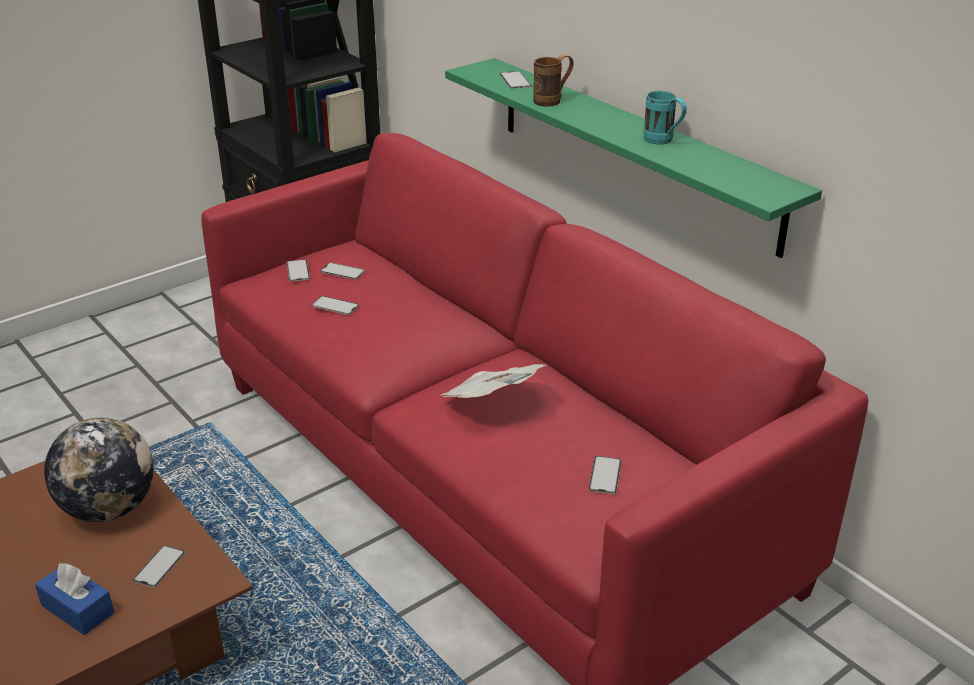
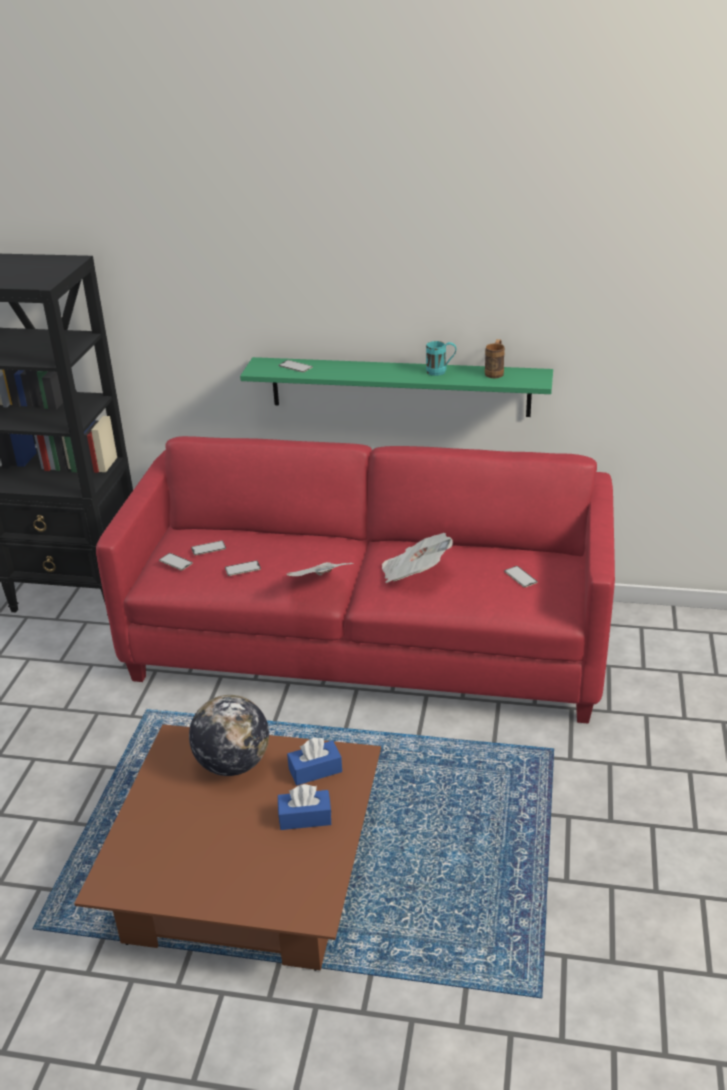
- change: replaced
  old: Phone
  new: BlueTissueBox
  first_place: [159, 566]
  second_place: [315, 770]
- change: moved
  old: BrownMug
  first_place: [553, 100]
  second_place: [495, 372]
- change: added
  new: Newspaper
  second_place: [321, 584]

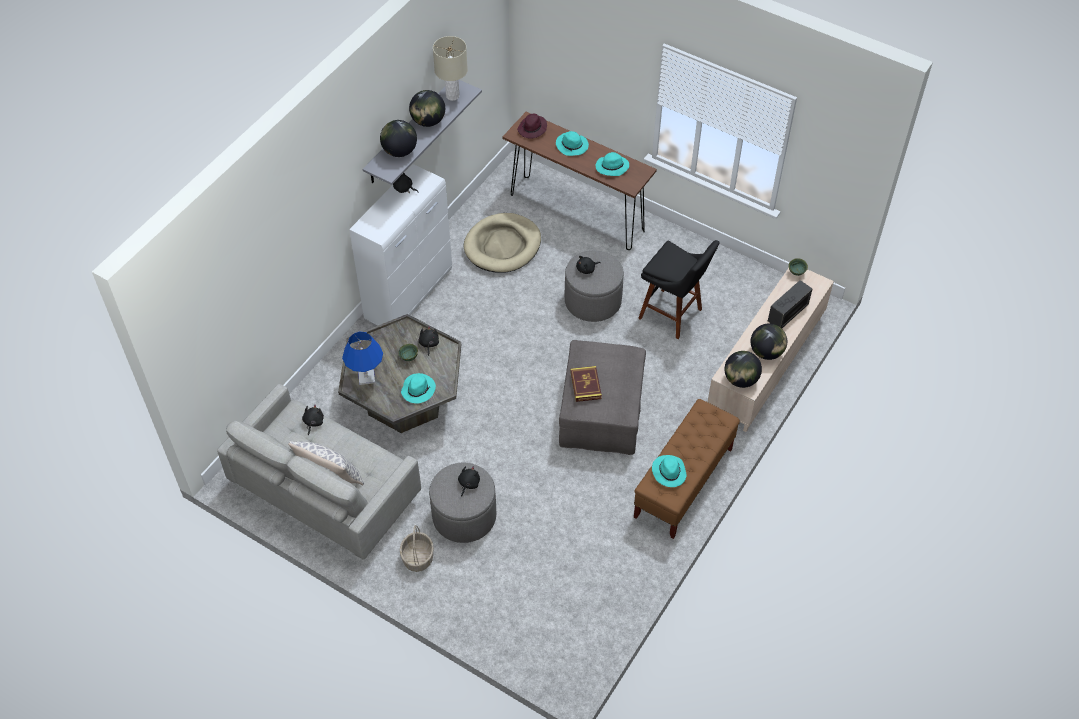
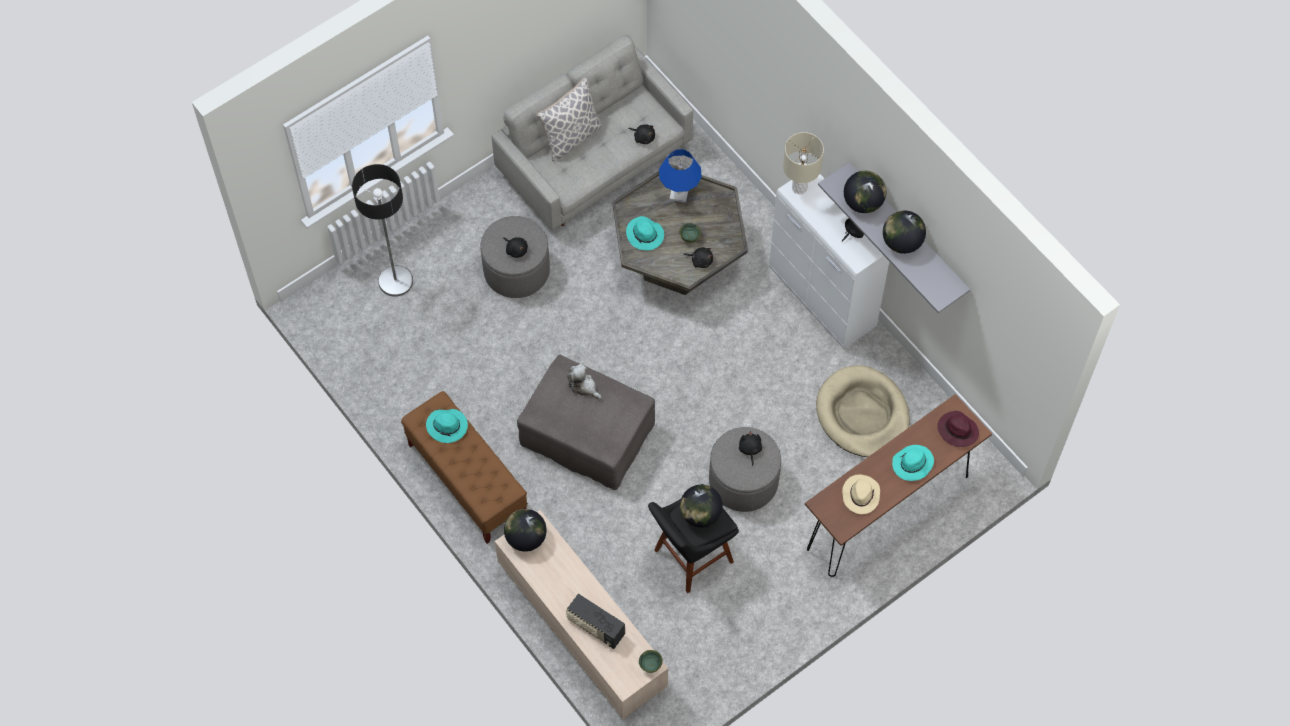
- change: removed
  old: Basket
  first_place: [418, 558]
- change: moved
  old: BeigeTableLamp
  first_place: [452, 96]
  second_place: [799, 187]
- change: replaced
  old: Book
  new: PlushToy
  first_place: [585, 385]
  second_place: [583, 386]
- change: recoloured
  old: TurquoiseHat
  new: BeigeHat
  first_place: [611, 167]
  second_place: [860, 494]
- change: moved
  old: Globe
  first_place: [766, 352]
  second_place: [700, 514]
- change: turned
  old: Radio
  first_place: [787, 313]
  second_place: [595, 627]
  degrees: 150
- change: added
  new: FloorLamp
  second_place: [395, 281]

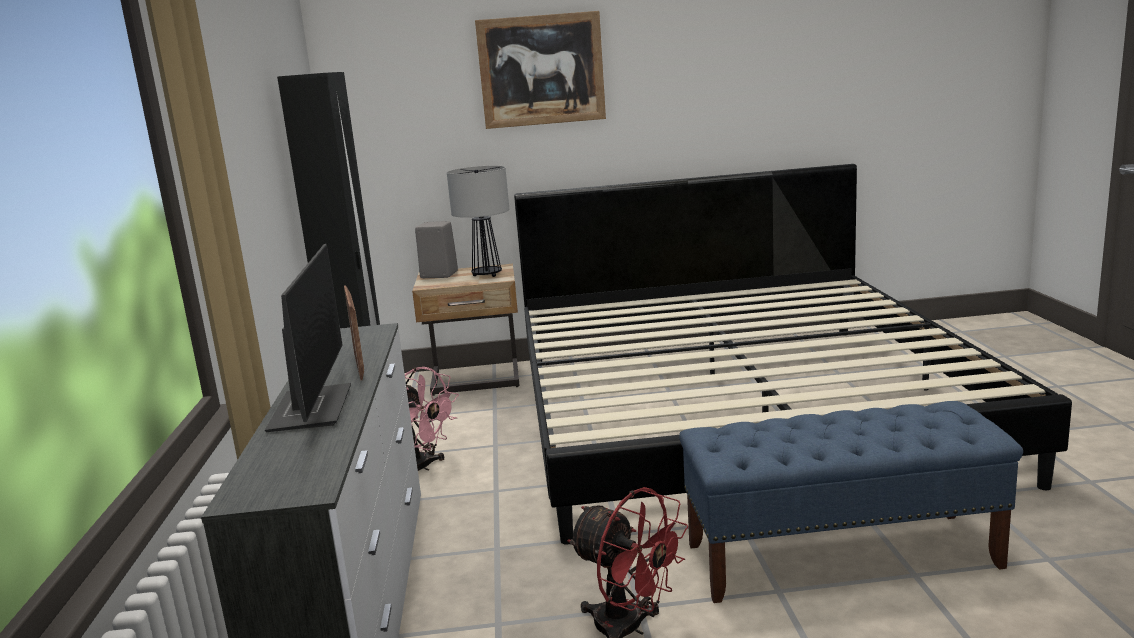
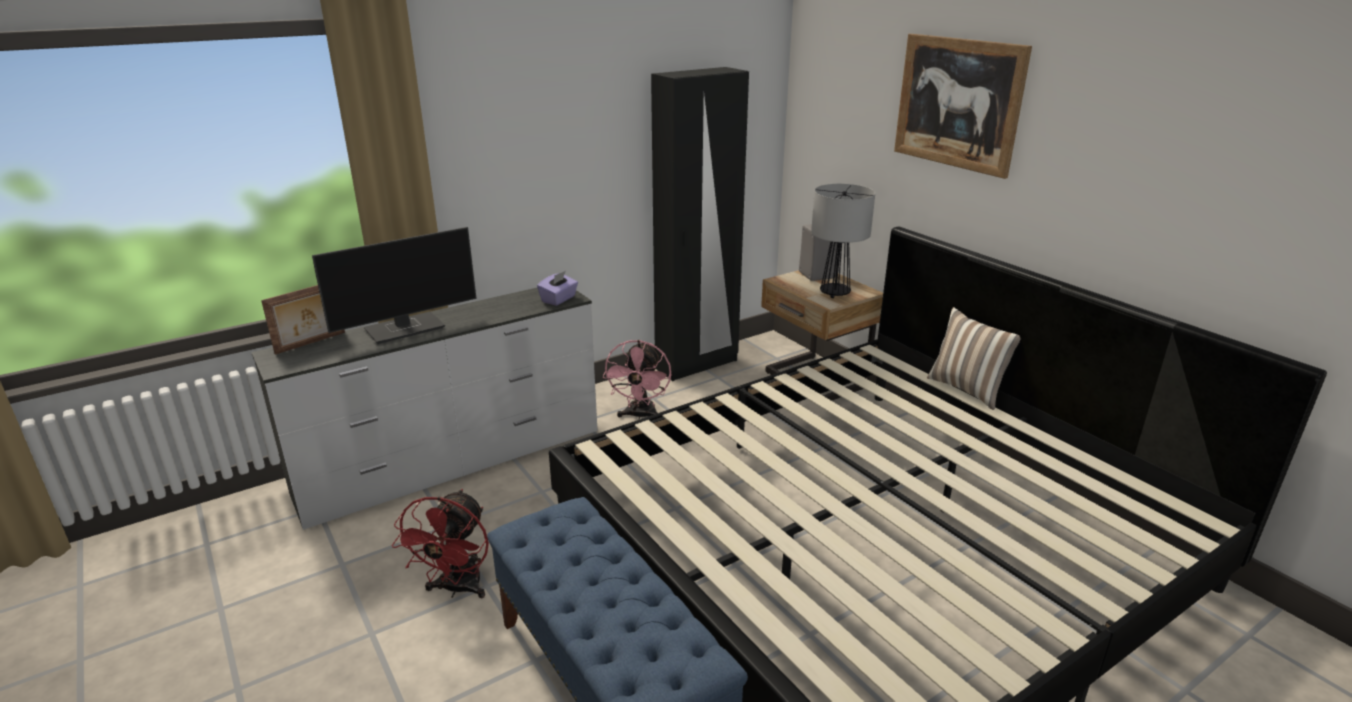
- change: moved
  old: PictureFrame
  first_place: [359, 365]
  second_place: [311, 343]
- change: added
  new: PurpleTissueBox
  second_place: [559, 299]
- change: added
  new: Pillow
  second_place: [968, 389]

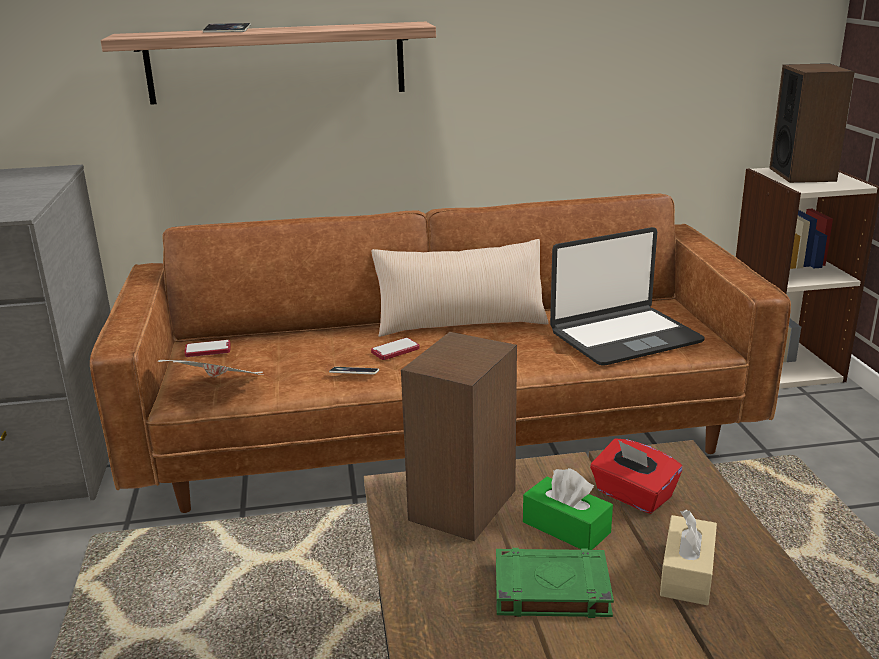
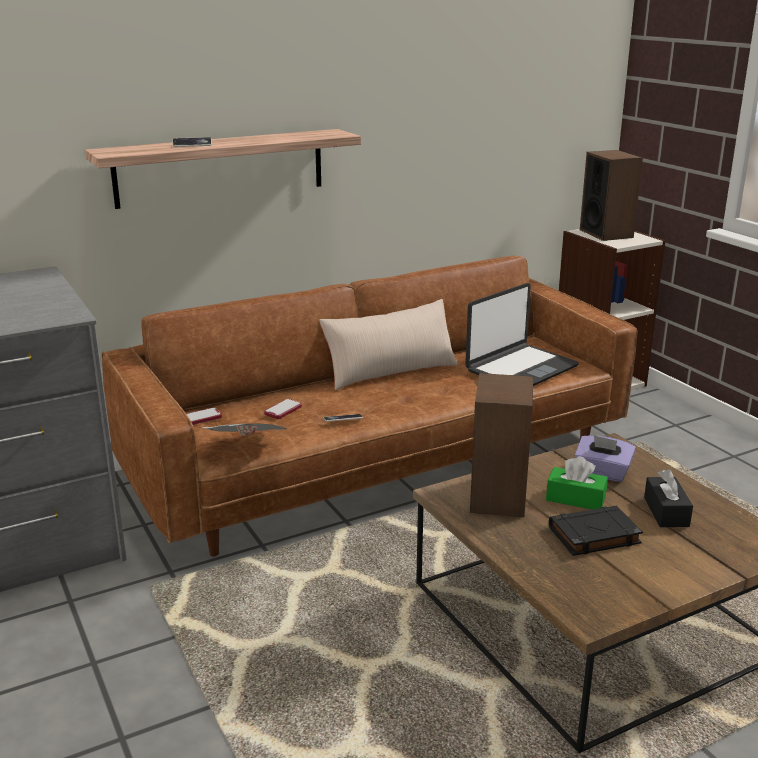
- change: moved
  old: Phone
  first_place: [395, 350]
  second_place: [283, 410]
- change: recoloured
  old: GreenBook
  new: BlackBook
  first_place: [550, 589]
  second_place: [593, 536]
- change: recoloured
  old: RedTissueBox
  new: PurpleTissueBox
  first_place: [633, 495]
  second_place: [602, 473]
- change: recoloured
  old: BeigeTissueBox
  new: BlackTissueBox
  first_place: [687, 573]
  second_place: [666, 512]

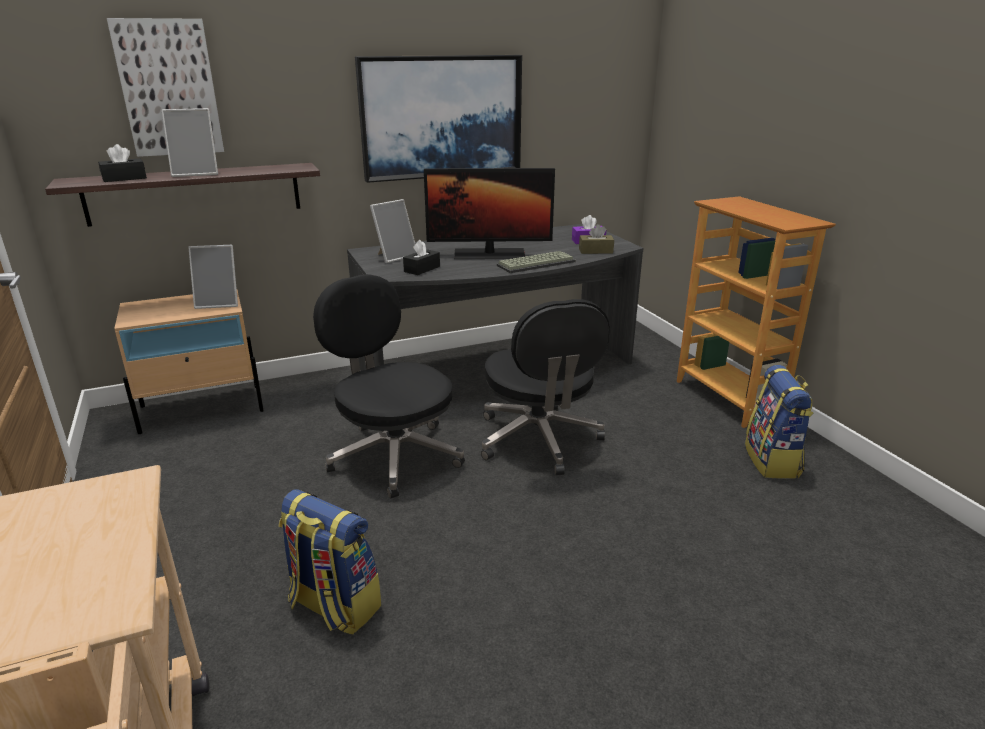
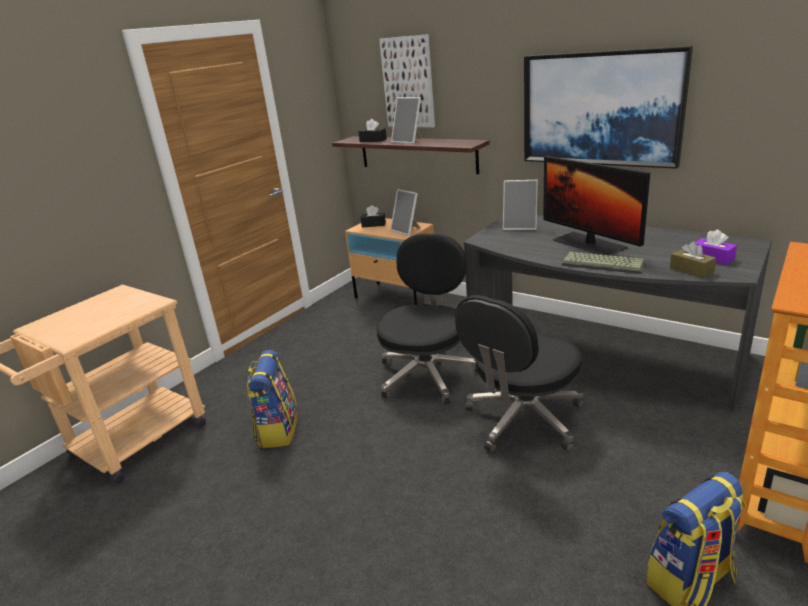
- change: moved
  old: BlackTissueBox
  first_place: [422, 269]
  second_place: [373, 224]

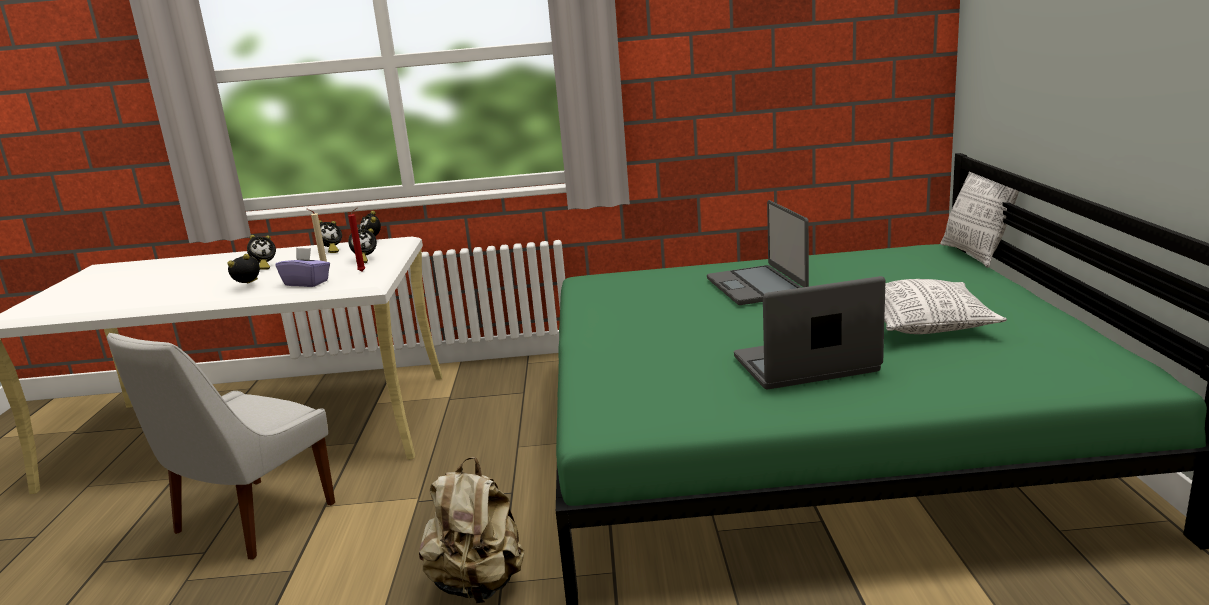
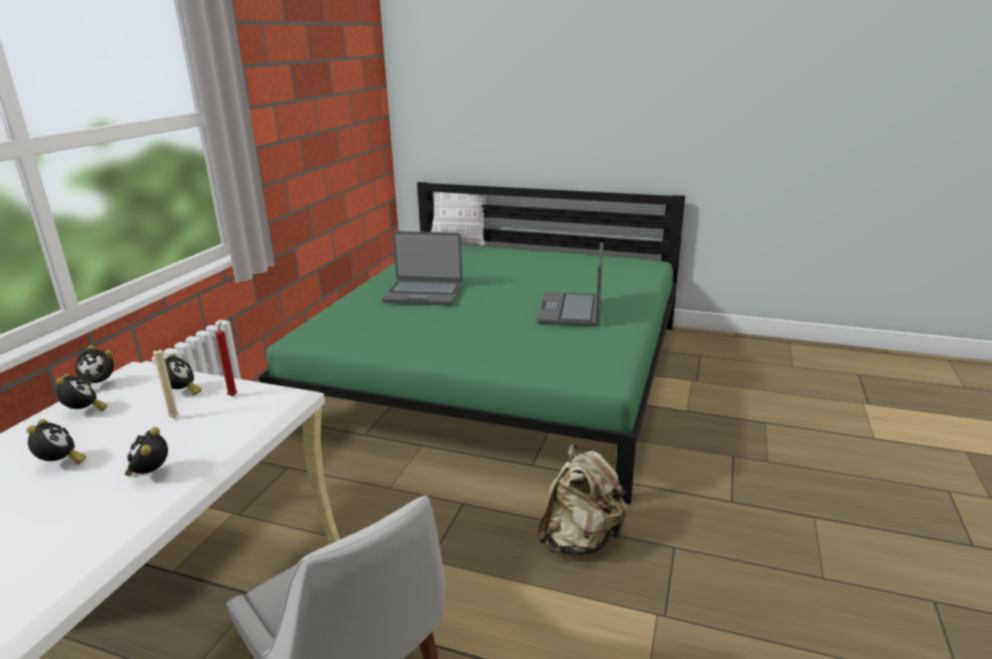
- change: removed
  old: PurpleTissueBox
  first_place: [307, 283]
- change: removed
  old: Pillow
  first_place: [926, 325]

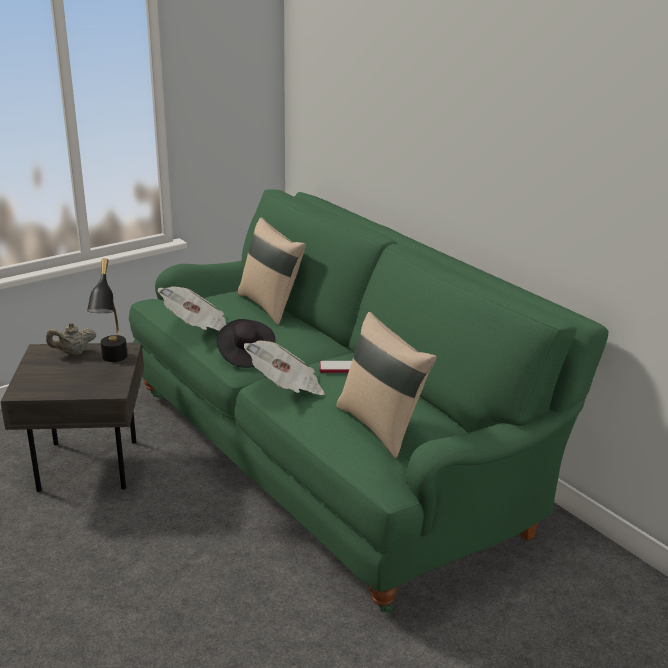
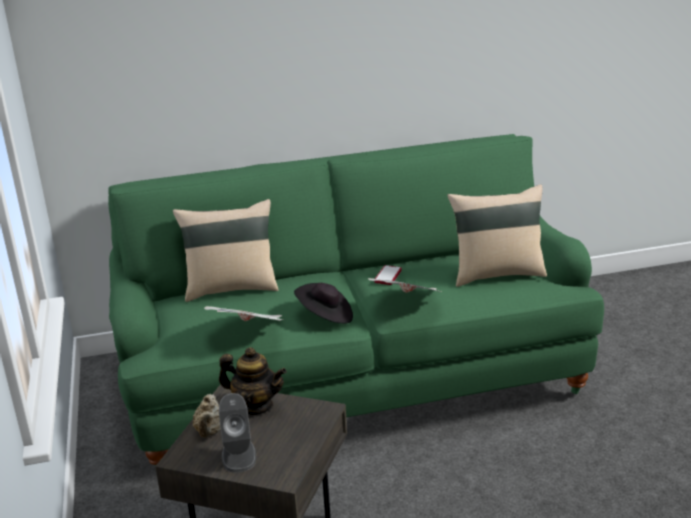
- change: replaced
  old: BlackTableLamp
  new: Teapot
  first_place: [112, 362]
  second_place: [256, 406]
- change: added
  new: GreySpeaker
  second_place: [239, 455]

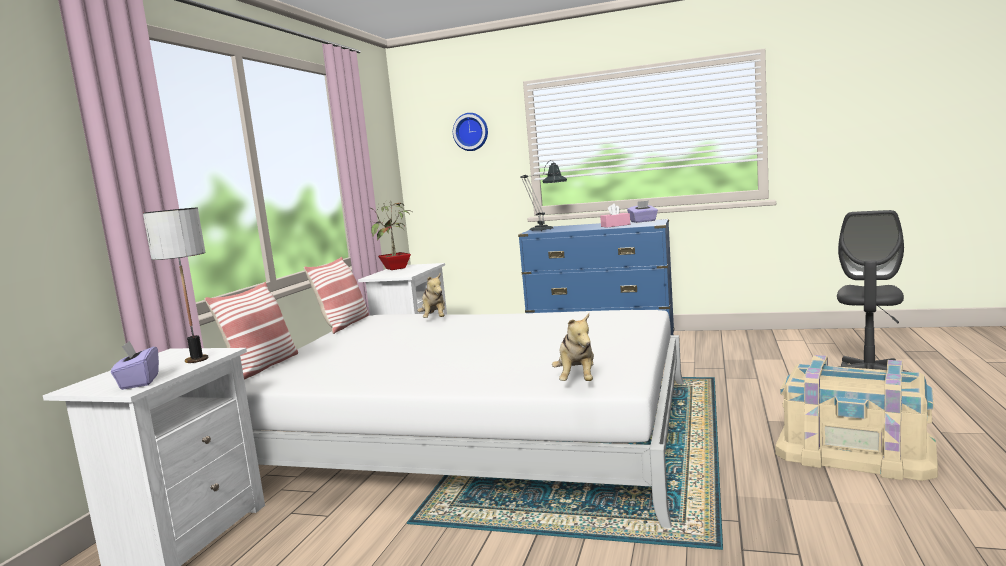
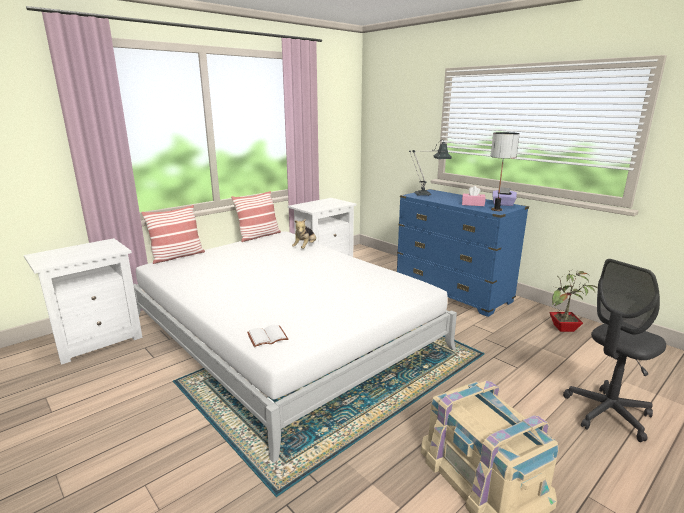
- change: removed
  old: PurpleTissueBox
  first_place: [139, 382]
- change: moved
  old: TableLamp
  first_place: [197, 360]
  second_place: [497, 210]
- change: moved
  old: PottedPlant
  first_place: [396, 268]
  second_place: [564, 329]
- change: removed
  old: WallClock
  first_place: [471, 132]
- change: replaced
  old: PlushToy
  new: WhiteBook
  first_place: [577, 380]
  second_place: [267, 336]

